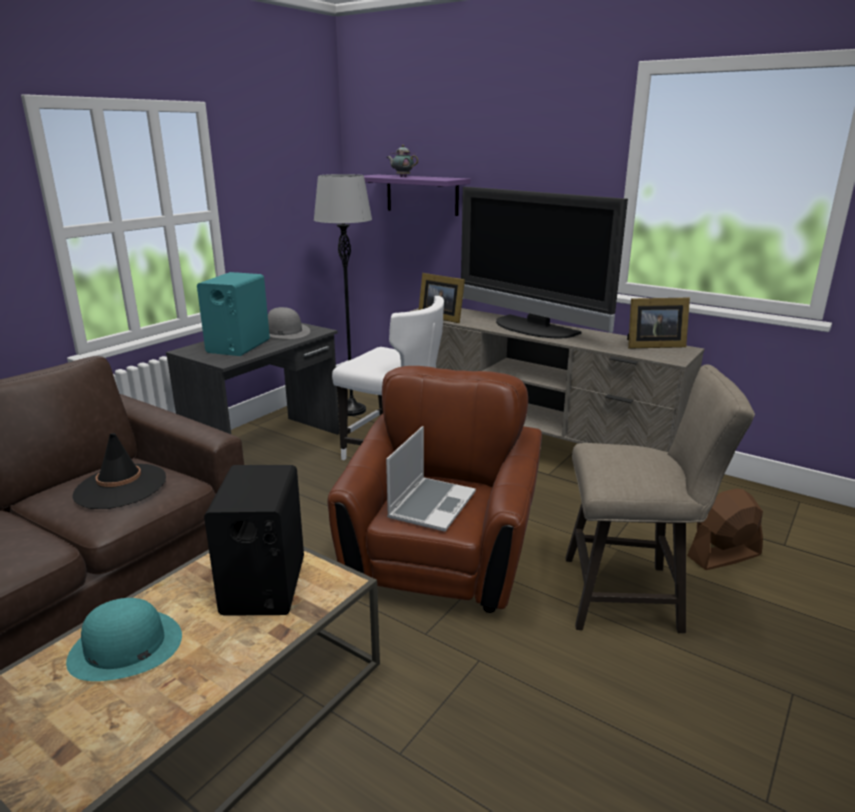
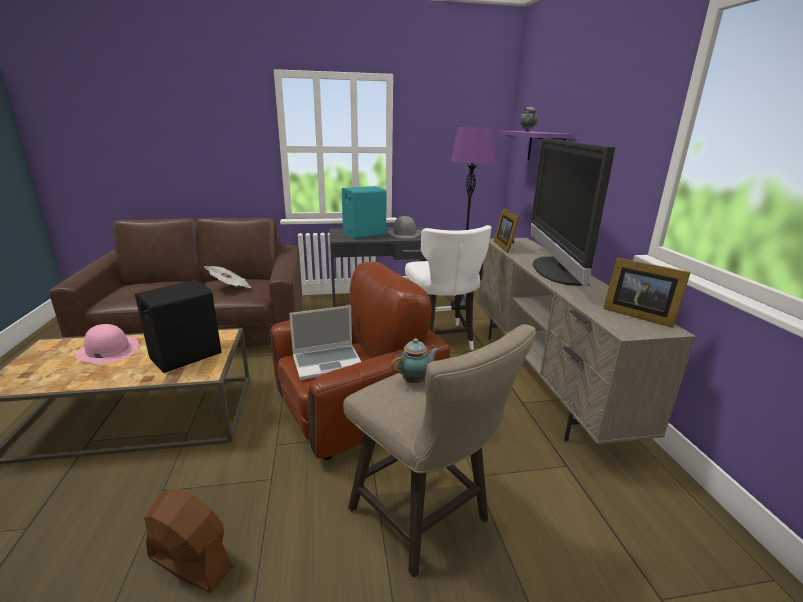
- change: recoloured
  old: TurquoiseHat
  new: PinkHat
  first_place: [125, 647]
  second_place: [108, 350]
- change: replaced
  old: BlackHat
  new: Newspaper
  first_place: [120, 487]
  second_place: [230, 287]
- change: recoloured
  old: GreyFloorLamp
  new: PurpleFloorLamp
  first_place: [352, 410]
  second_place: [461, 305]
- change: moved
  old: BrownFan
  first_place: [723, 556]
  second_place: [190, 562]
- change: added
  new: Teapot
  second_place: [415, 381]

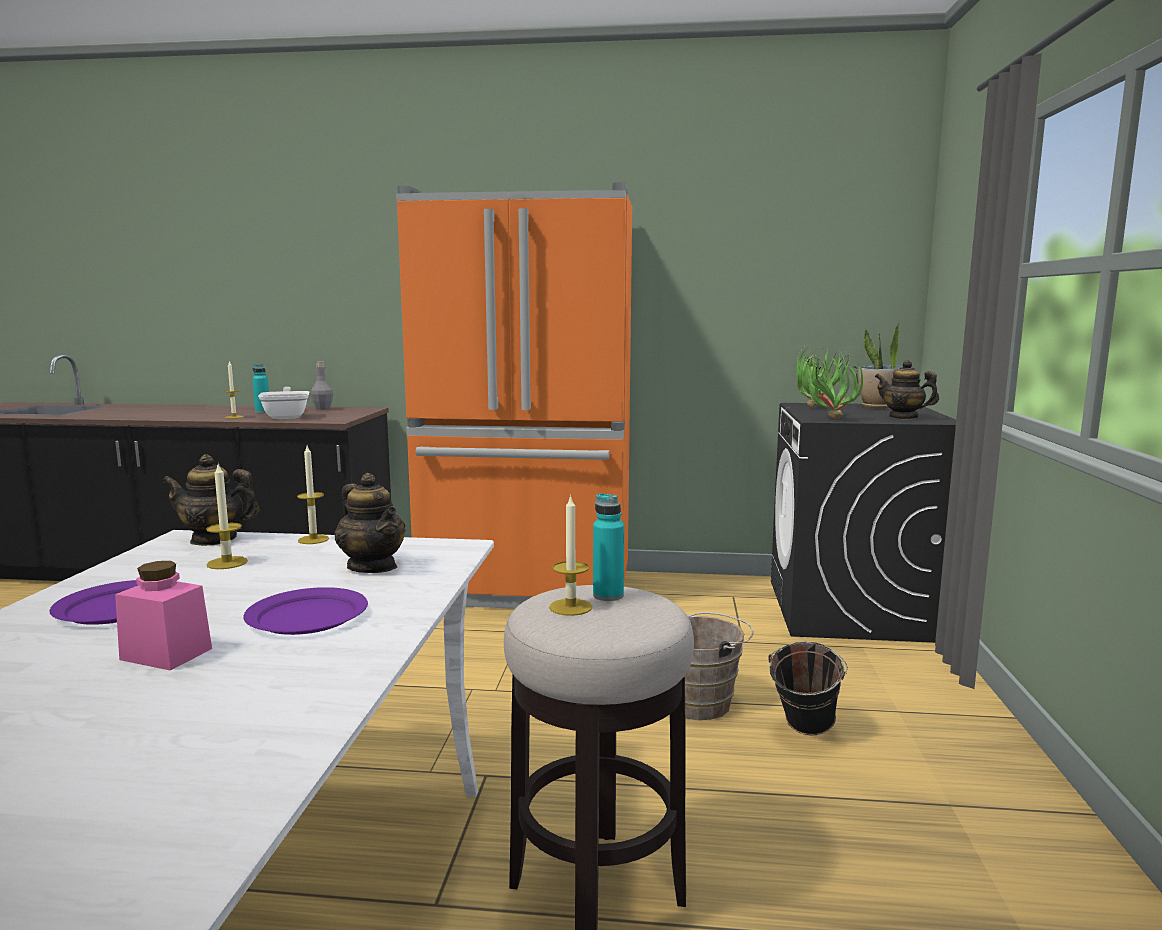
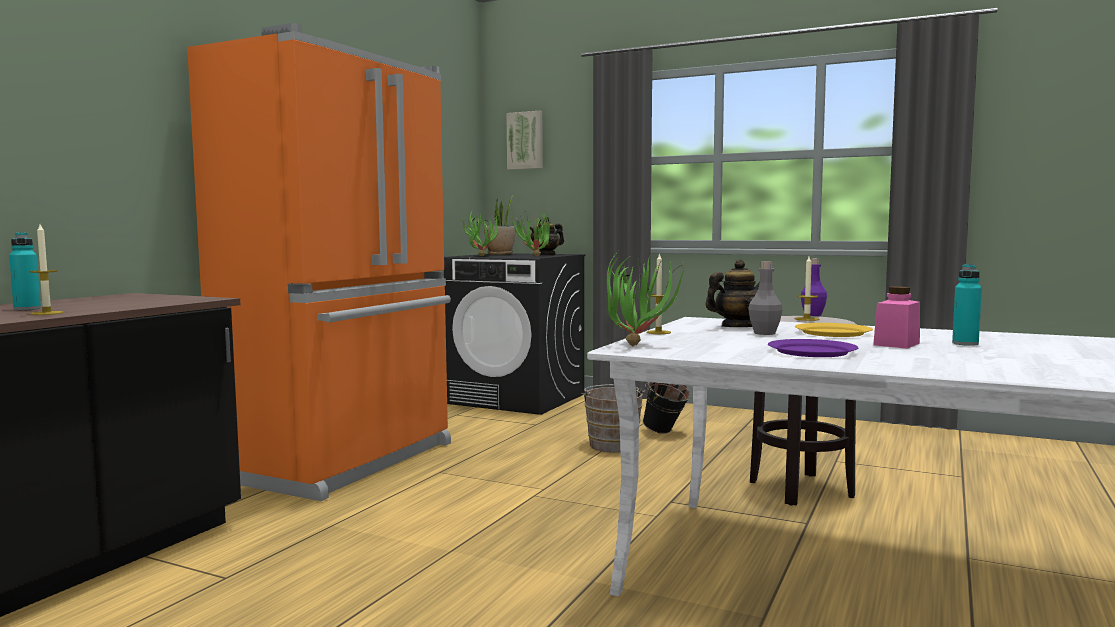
- change: replaced
  old: Teapot
  new: PottedPlant
  first_place: [214, 539]
  second_place: [638, 344]
- change: removed
  old: Candle
  first_place: [227, 563]
- change: recoloured
  old: PurplePlate
  new: YellowPlate
  first_place: [308, 616]
  second_place: [832, 333]
- change: removed
  old: FryingPan
  first_place: [287, 416]
- change: moved
  old: GreyBottle
  first_place: [323, 409]
  second_place: [764, 333]
- change: moved
  old: TurquoiseBottle
  first_place: [608, 595]
  second_place: [965, 343]
- change: added
  new: Picture
  second_place: [525, 140]
- change: added
  new: PurpleBottle
  second_place: [813, 315]

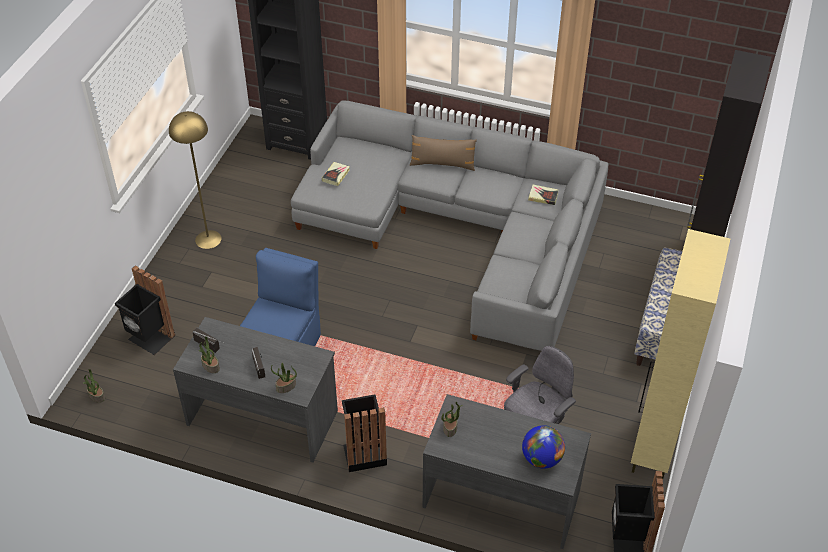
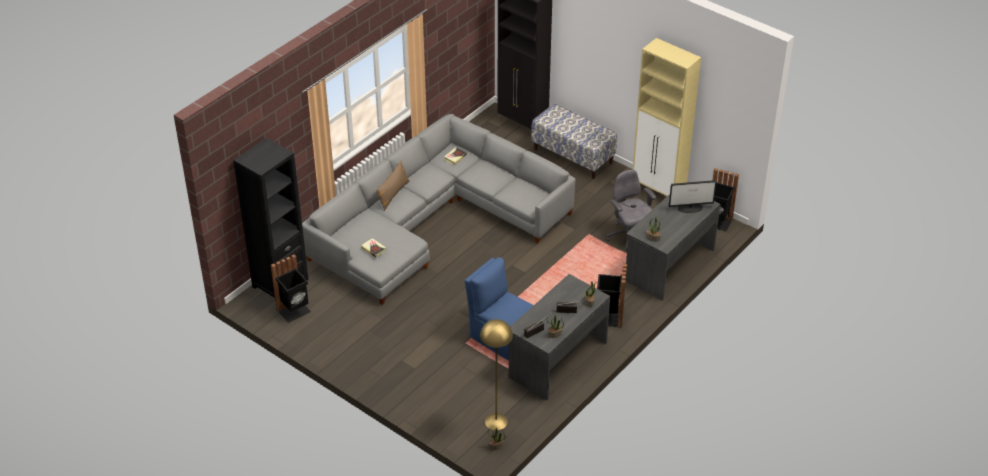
- change: moved
  old: BlackTrashCan
  first_place: [150, 339]
  second_place: [294, 311]
- change: moved
  old: YellowFloorLamp
  first_place: [208, 239]
  second_place: [496, 421]
- change: replaced
  old: Globe
  new: Monitor
  first_place: [541, 458]
  second_place: [690, 208]

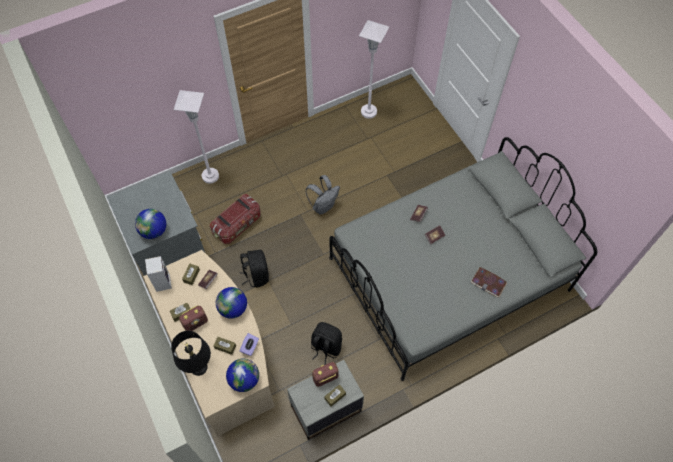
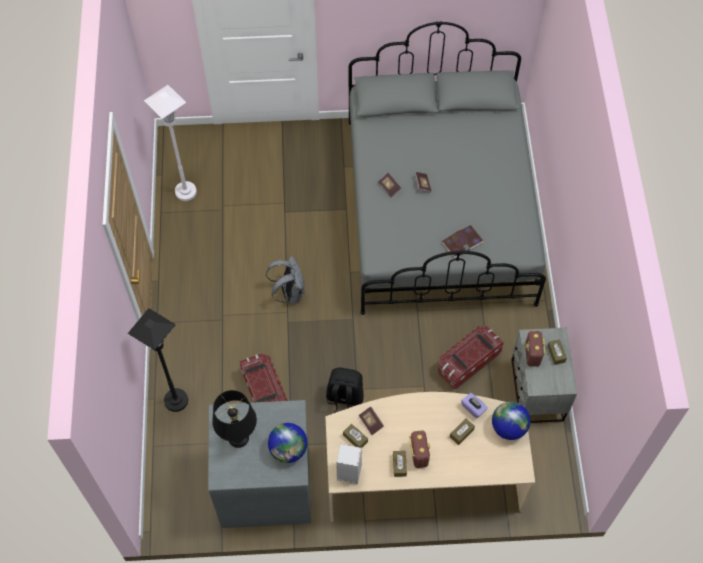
- change: moved
  old: BlackTableLamp
  first_place: [198, 367]
  second_place: [238, 438]
- change: recoloured
  old: WhiteFloorLamp
  new: BlackFloorLamp
  first_place: [210, 176]
  second_place: [176, 400]
- change: removed
  old: Globe
  first_place: [233, 308]
- change: replaced
  old: BlackBackpack
  new: StorageBox
  first_place: [325, 347]
  second_place: [468, 362]
- change: moved
  old: Book
  first_place: [488, 282]
  second_place: [462, 242]

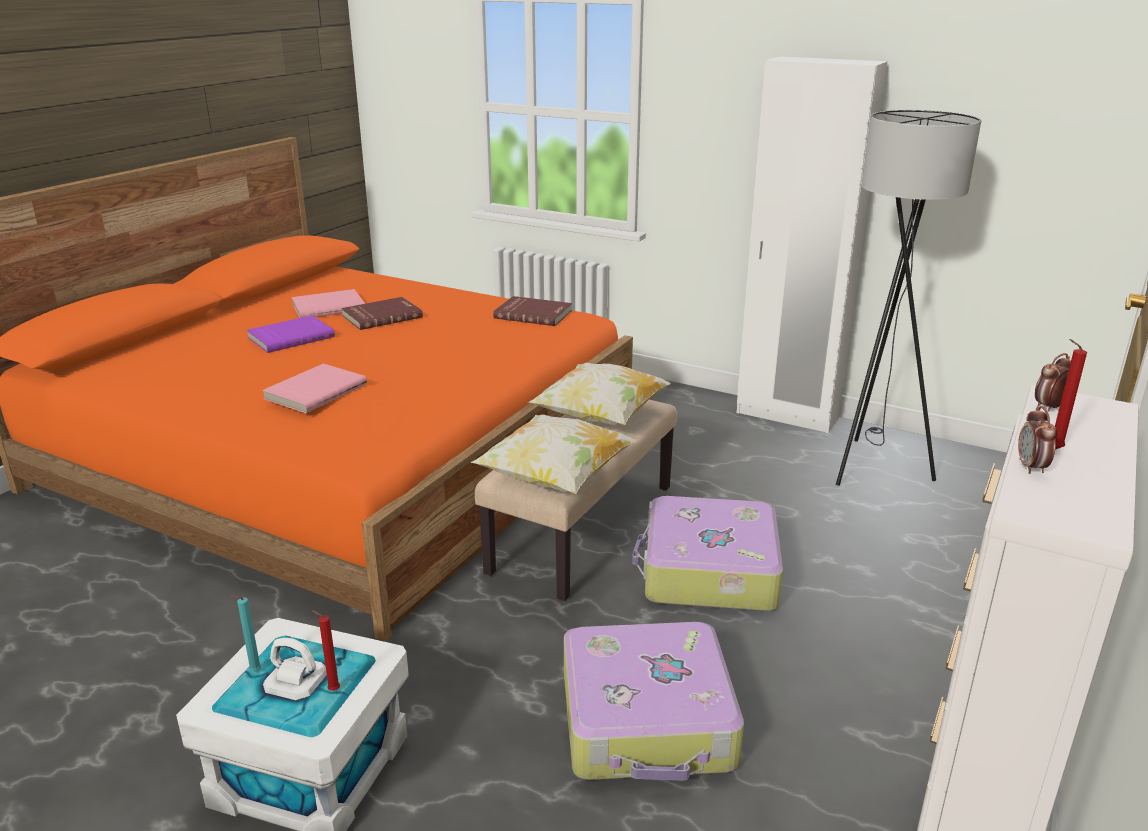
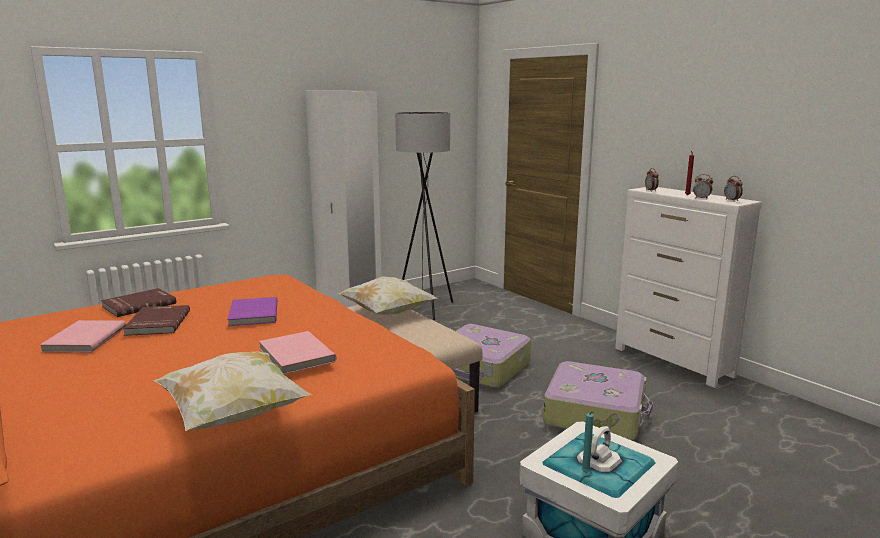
- change: moved
  old: PurpleBook
  first_place: [290, 337]
  second_place: [252, 314]
- change: removed
  old: RedCandle
  first_place: [332, 690]
- change: moved
  old: Pillow
  first_place: [555, 478]
  second_place: [234, 415]
- change: moved
  old: RedBook
  first_place: [533, 314]
  second_place: [139, 305]
- change: added
  new: AlarmClock
  second_place: [732, 200]

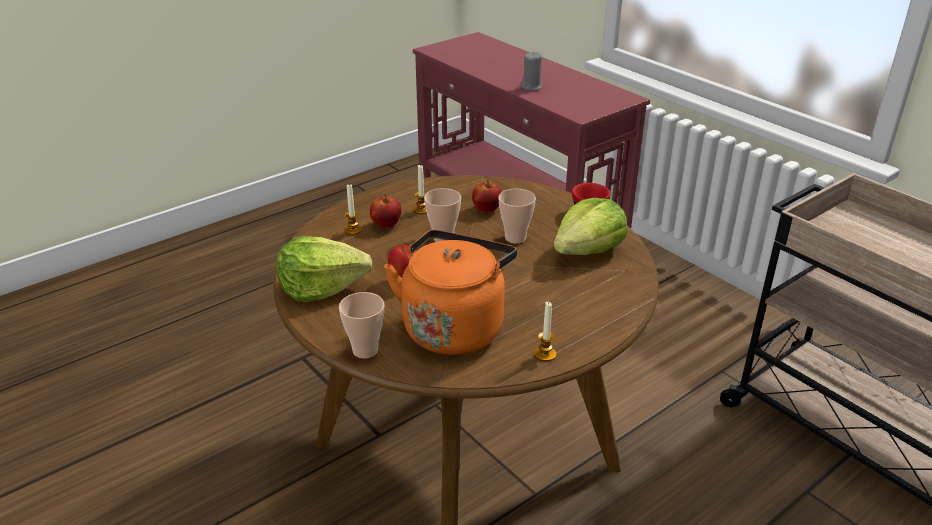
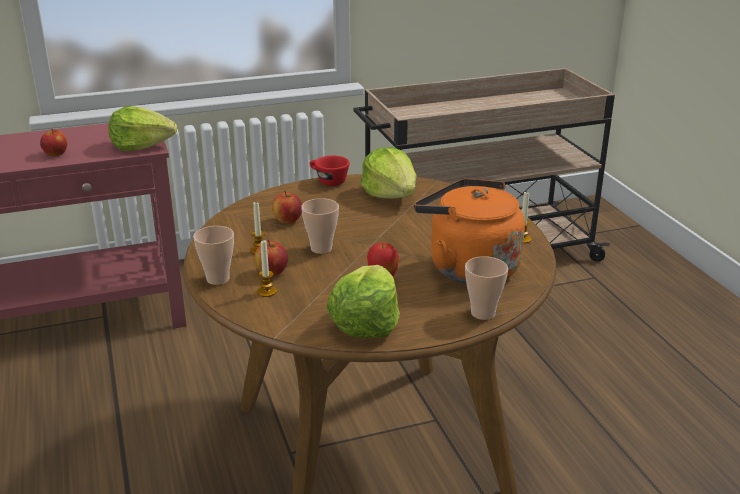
- change: moved
  old: Cup
  first_place: [515, 238]
  second_place: [218, 279]
- change: replaced
  old: GreyCandle
  new: Apple
  first_place: [531, 87]
  second_place: [56, 154]
- change: added
  new: Lettuce
  second_place: [142, 146]

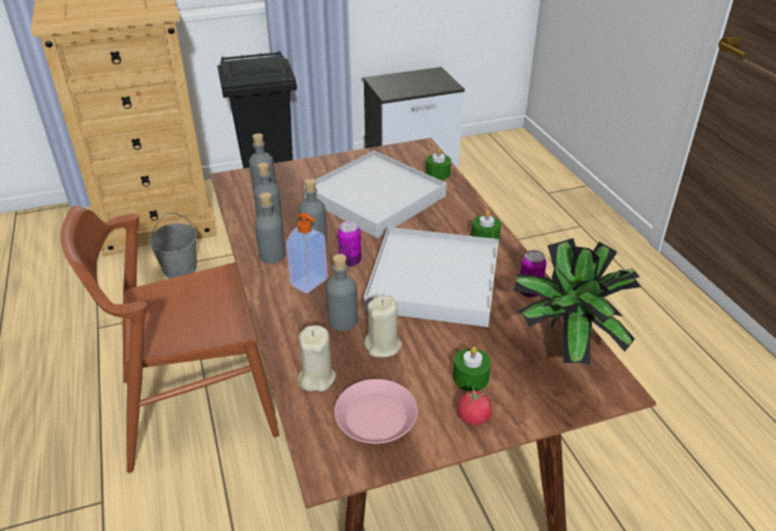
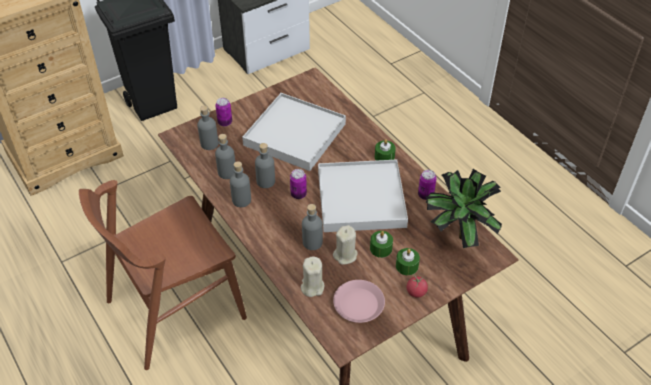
- change: removed
  old: GreyBucket
  first_place: [180, 269]
- change: removed
  old: SoapDispenser
  first_place: [310, 282]
- change: moved
  old: GreenCandle
  first_place: [437, 174]
  second_place: [381, 248]
- change: added
  new: Can
  second_place: [225, 122]

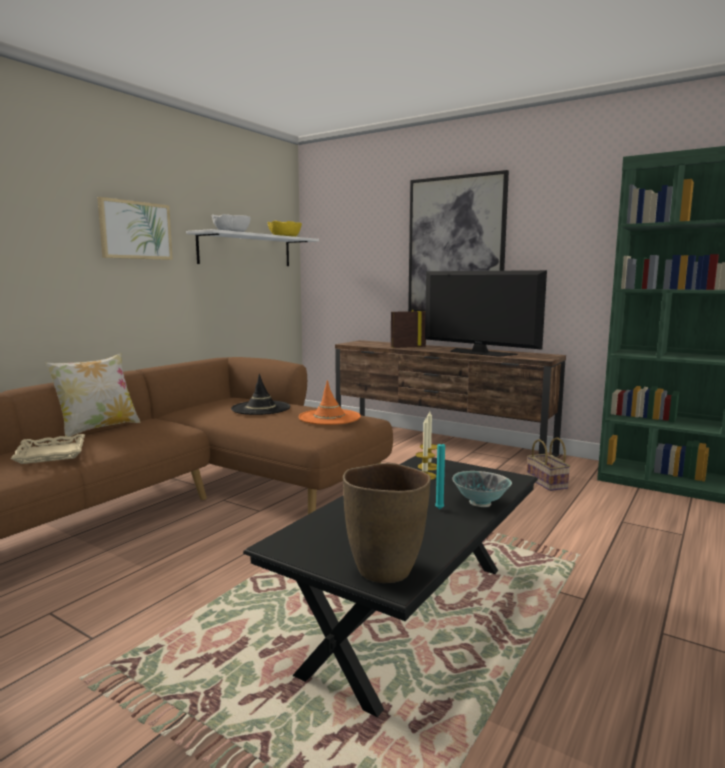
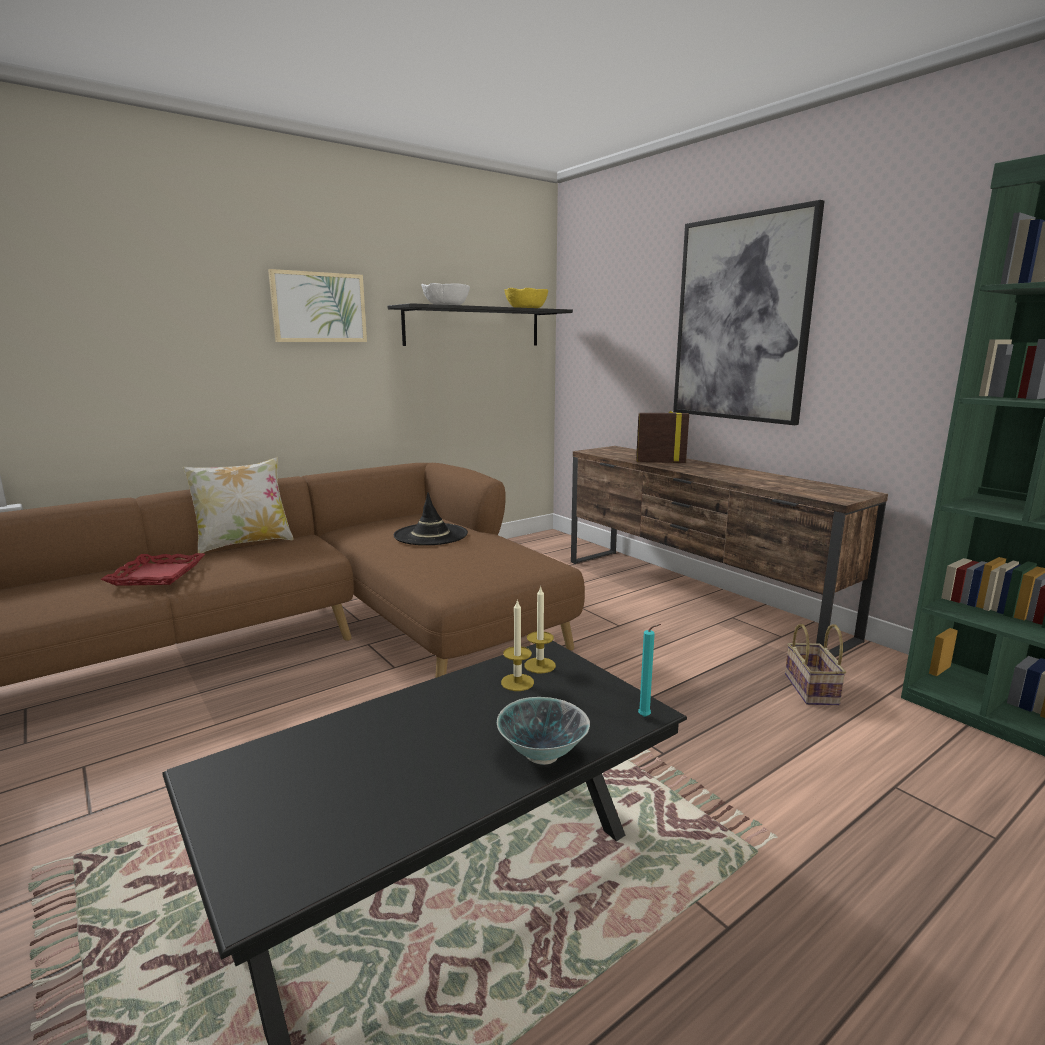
- change: recoloured
  old: BeigeTray
  new: RedTray
  first_place: [52, 454]
  second_place: [157, 575]
- change: recoloured
  old: WhiteShelf
  new: BlackShelf
  first_place: [246, 250]
  second_place: [473, 327]
- change: removed
  old: OrangeHat
  first_place: [329, 417]
- change: removed
  old: BrownVase
  first_place: [384, 570]
- change: removed
  old: Television
  first_place: [479, 353]
- change: moved
  old: TurquoiseCandle
  first_place: [441, 509]
  second_place: [646, 717]

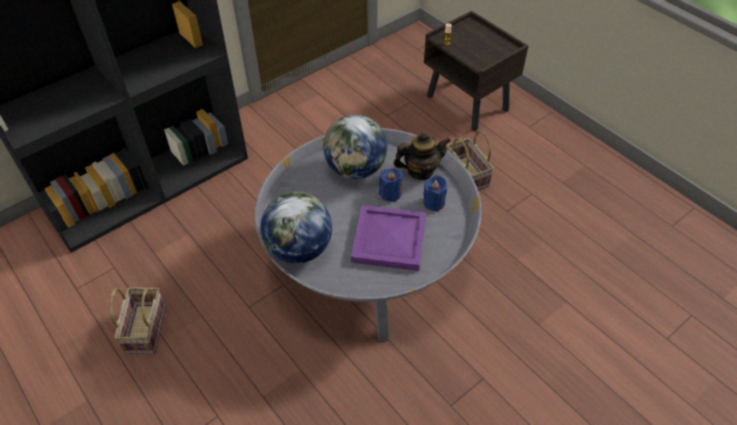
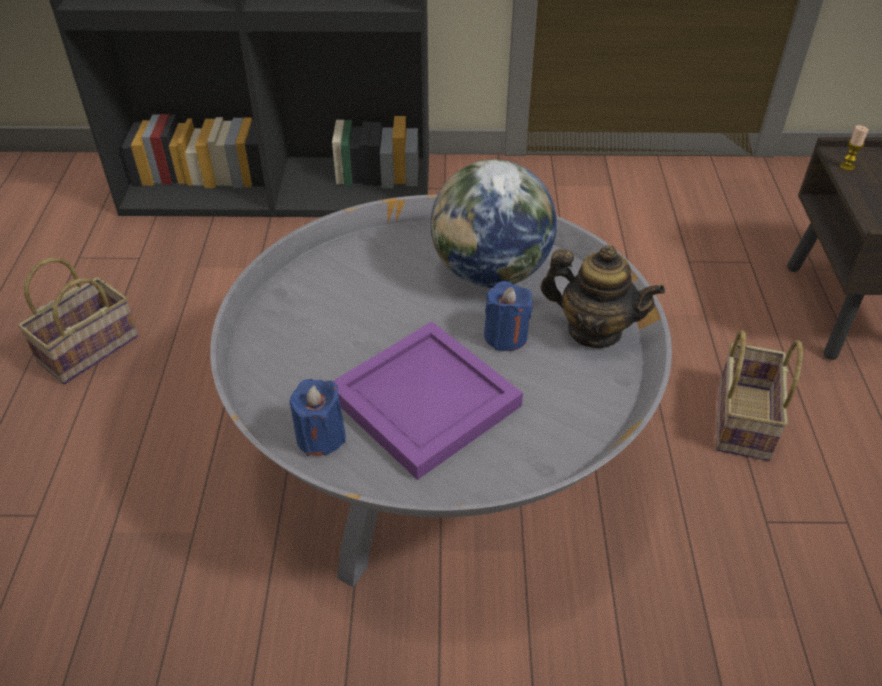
- change: removed
  old: Globe
  first_place: [299, 249]
- change: moved
  old: BlueCandle
  first_place: [434, 202]
  second_place: [320, 437]

